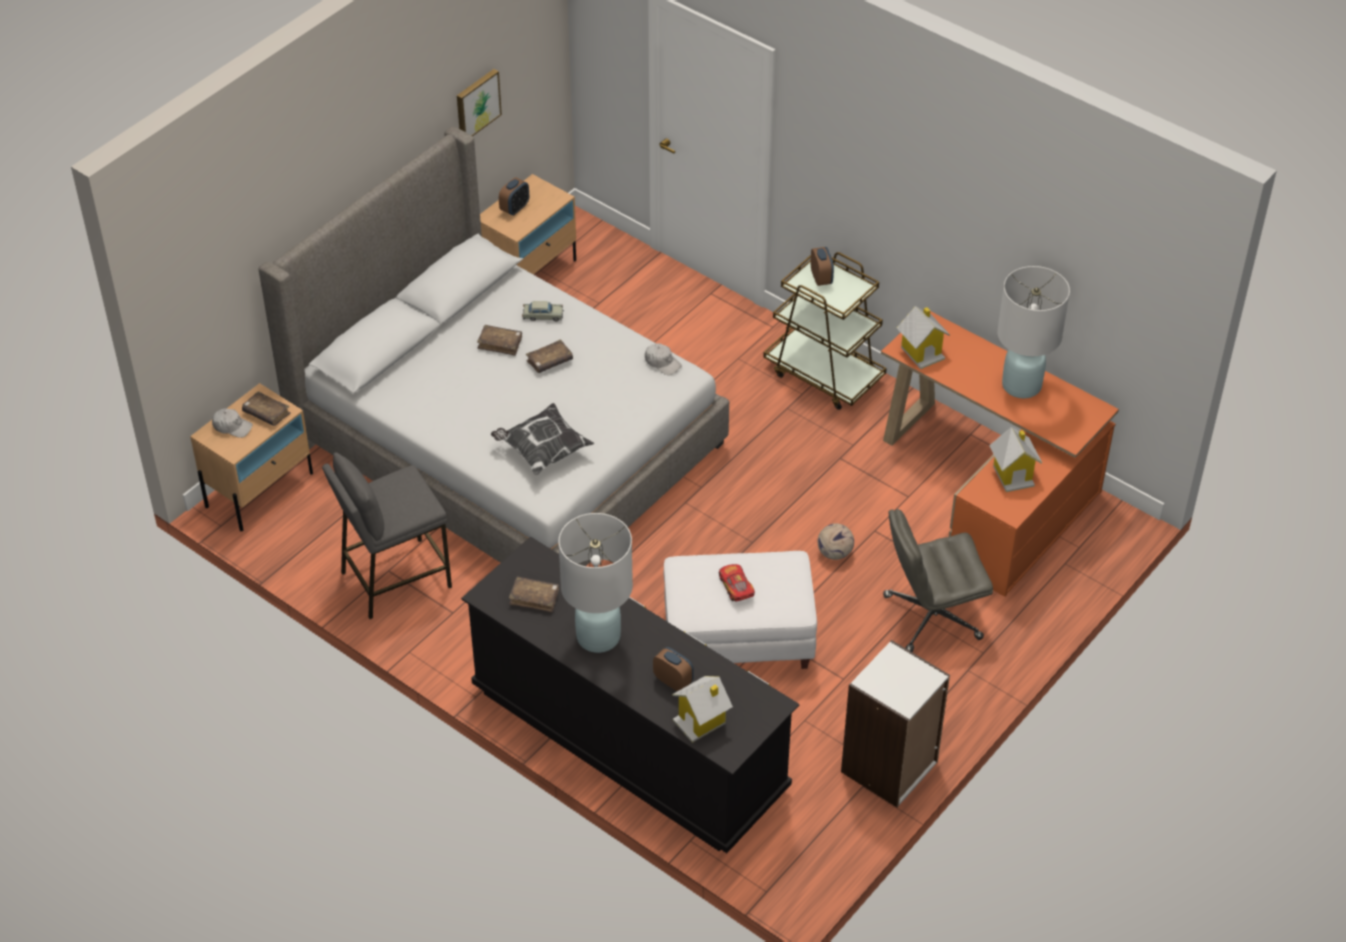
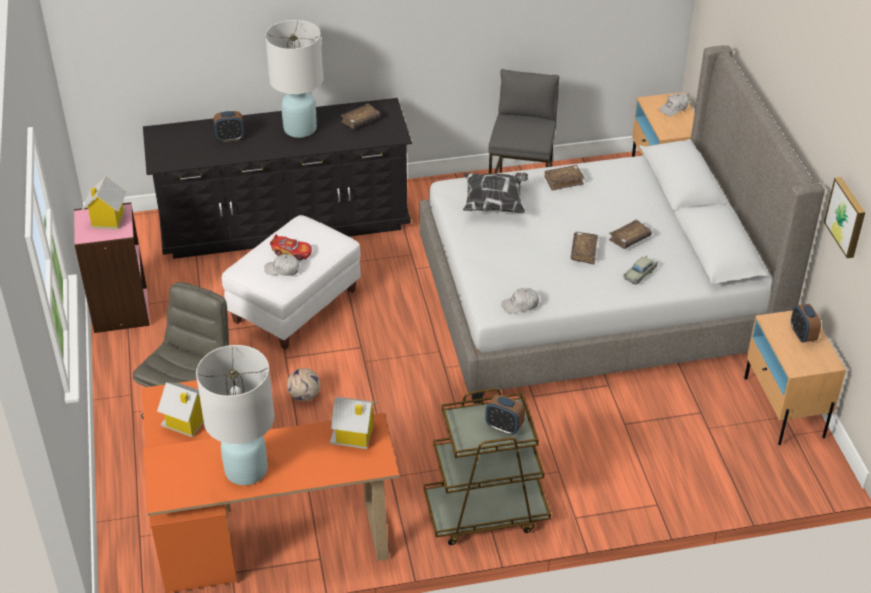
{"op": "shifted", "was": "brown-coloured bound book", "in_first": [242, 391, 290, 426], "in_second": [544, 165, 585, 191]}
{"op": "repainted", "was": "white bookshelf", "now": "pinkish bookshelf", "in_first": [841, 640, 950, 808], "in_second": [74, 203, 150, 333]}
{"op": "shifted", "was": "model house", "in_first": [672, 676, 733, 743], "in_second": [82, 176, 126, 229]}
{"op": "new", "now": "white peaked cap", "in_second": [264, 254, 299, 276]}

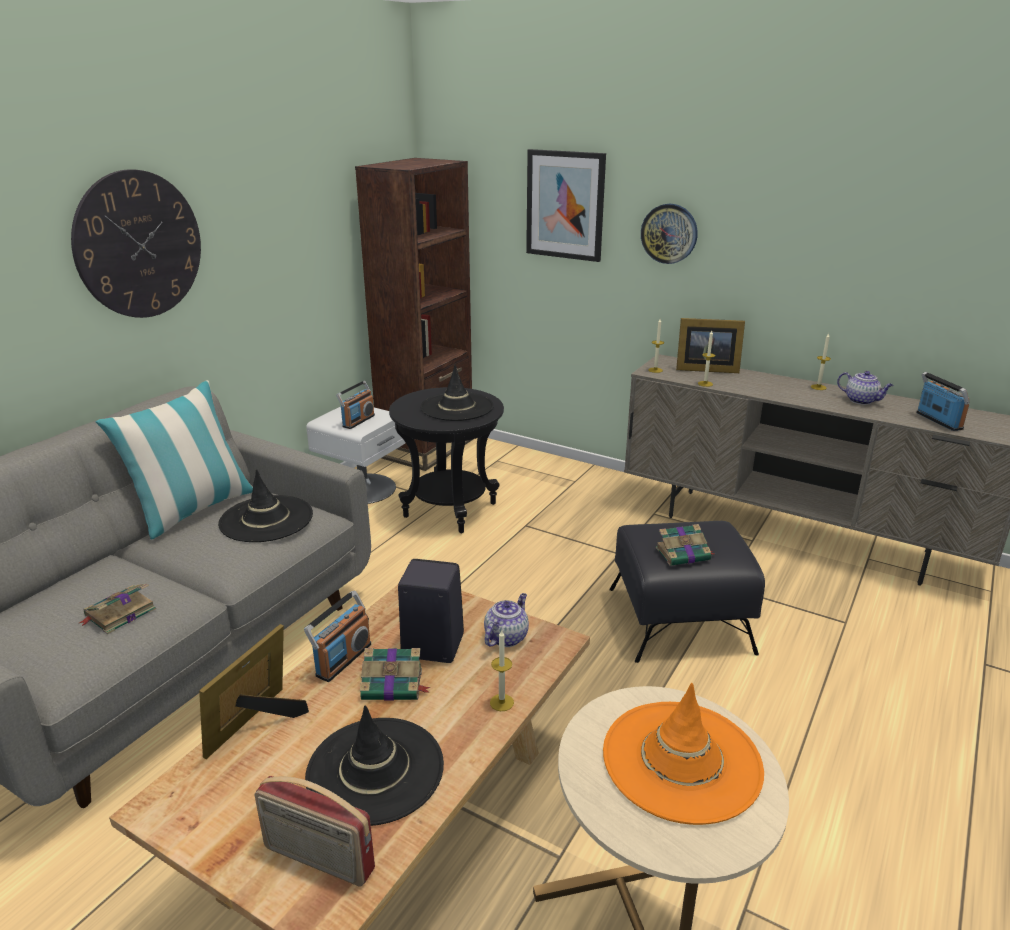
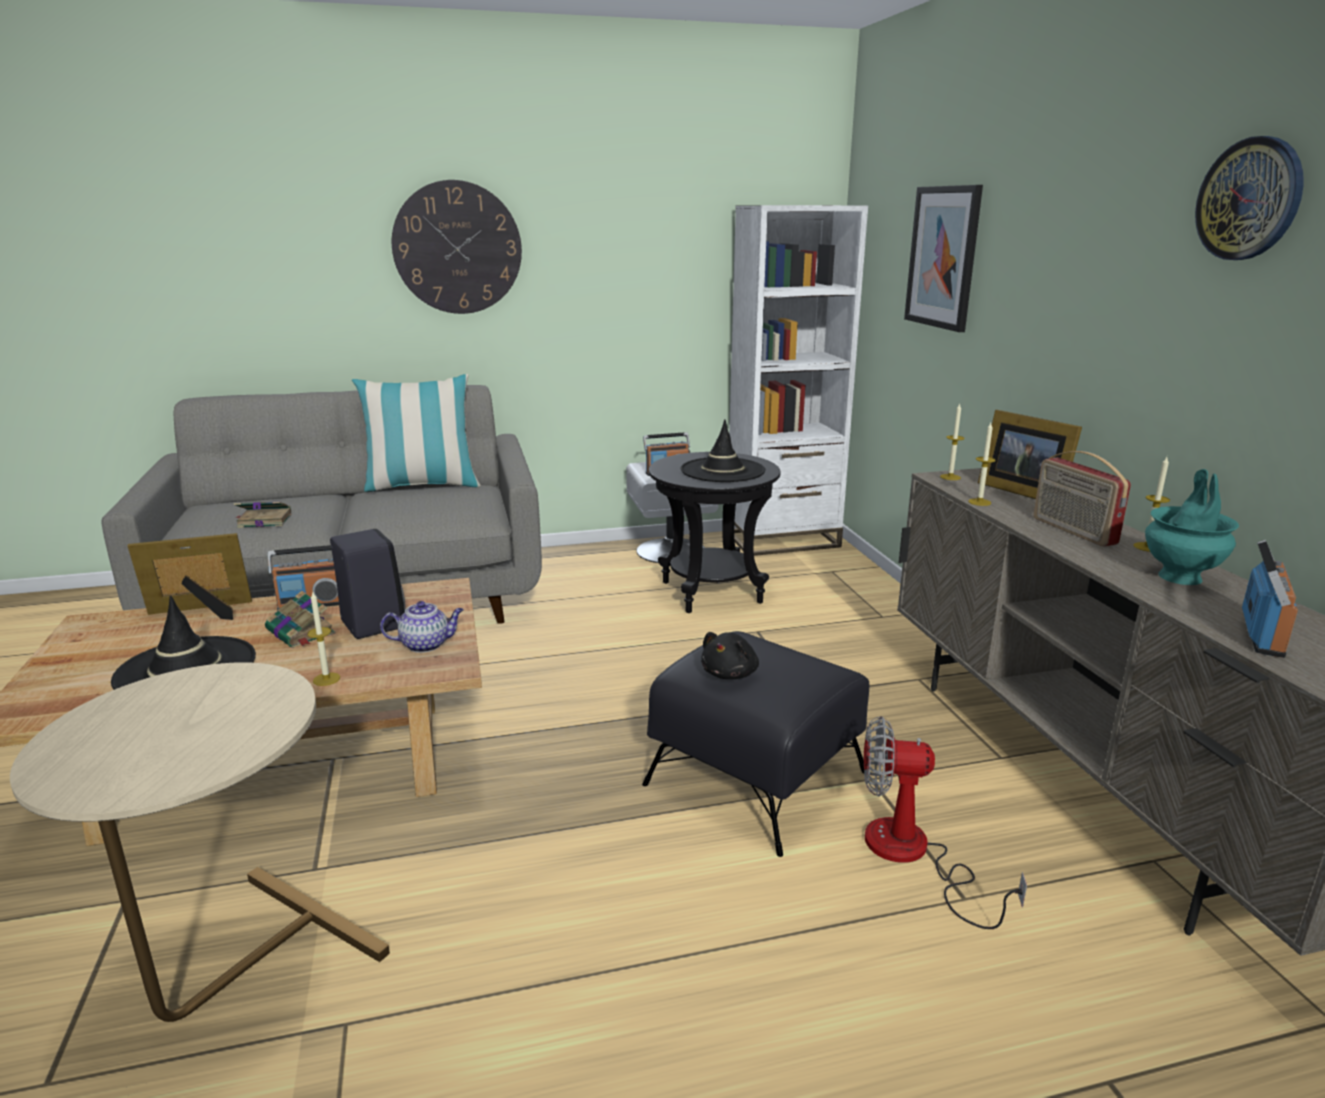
{"op": "repainted", "was": "brown-coloured bookshelf", "now": "white bookshelf", "in_first": [355, 158, 473, 471], "in_second": [729, 205, 868, 556]}
{"op": "shifted", "was": "clock on the wall", "in_first": [641, 204, 698, 264], "in_second": [1195, 136, 1304, 260]}
{"op": "swapped", "was": "teapot", "now": "turquoise-coloured vase", "in_first": [837, 371, 894, 405], "in_second": [1145, 469, 1239, 585]}
{"op": "gone", "was": "blackish wearable hat", "in_first": [218, 469, 313, 542]}
{"op": "swapped", "was": "bound book", "now": "blackish plush toy", "in_first": [656, 524, 714, 566], "in_second": [701, 632, 759, 679]}
{"op": "gone", "was": "orange wearable hat", "in_first": [603, 683, 764, 825]}
{"op": "shifted", "was": "radio", "in_first": [254, 776, 375, 887], "in_second": [1033, 451, 1131, 546]}
{"op": "new", "now": "fan", "in_second": [864, 716, 1027, 929]}

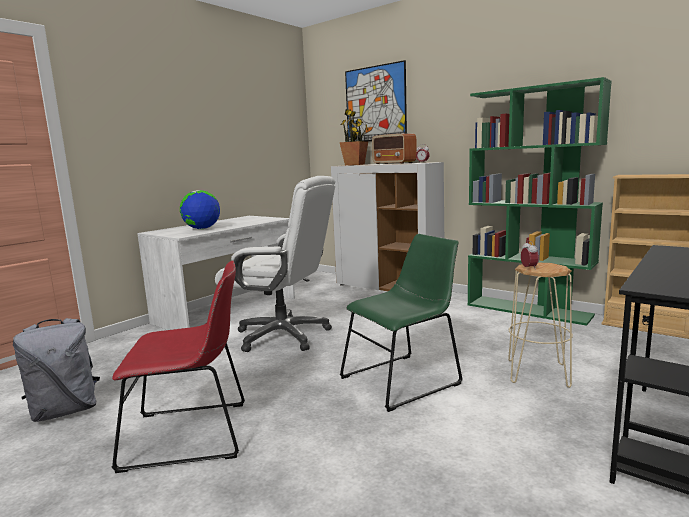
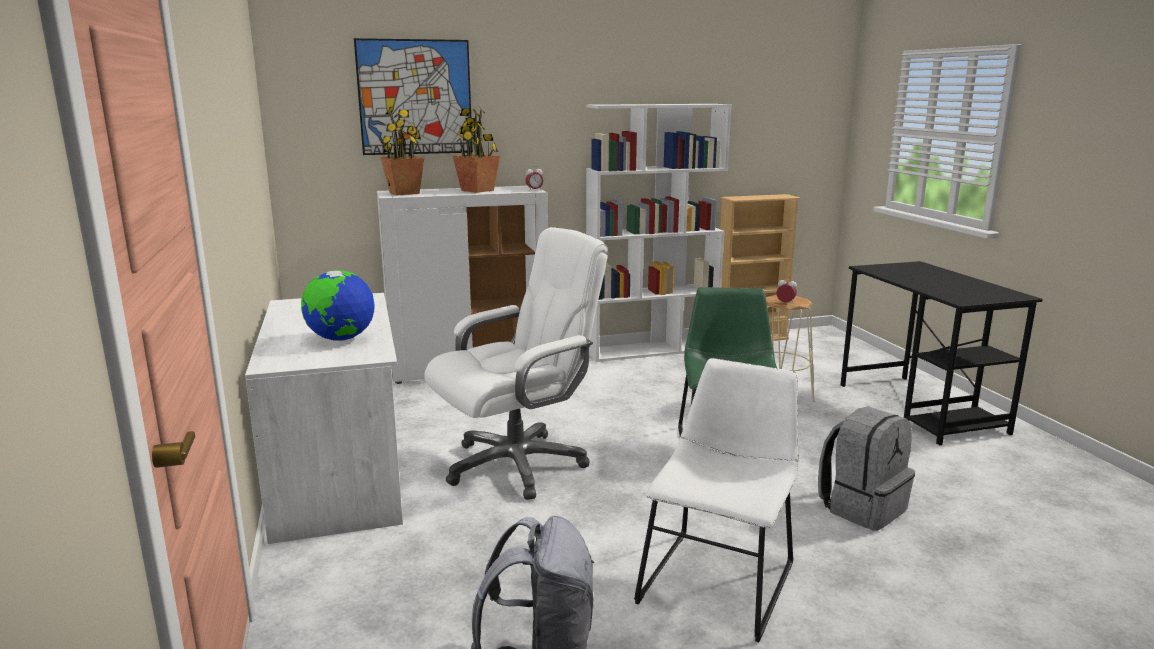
{"op": "repainted", "was": "green-coloured bookshelf", "now": "white bookshelf", "in_first": [468, 77, 612, 326], "in_second": [586, 104, 732, 362]}
{"op": "swapped", "was": "radio", "now": "plant in a pot", "in_first": [372, 134, 417, 164], "in_second": [453, 107, 500, 193]}
{"op": "repainted", "was": "red chair", "now": "white chair", "in_first": [112, 261, 245, 473], "in_second": [634, 358, 799, 642]}
{"op": "new", "now": "grey backpack", "in_second": [818, 406, 915, 531]}

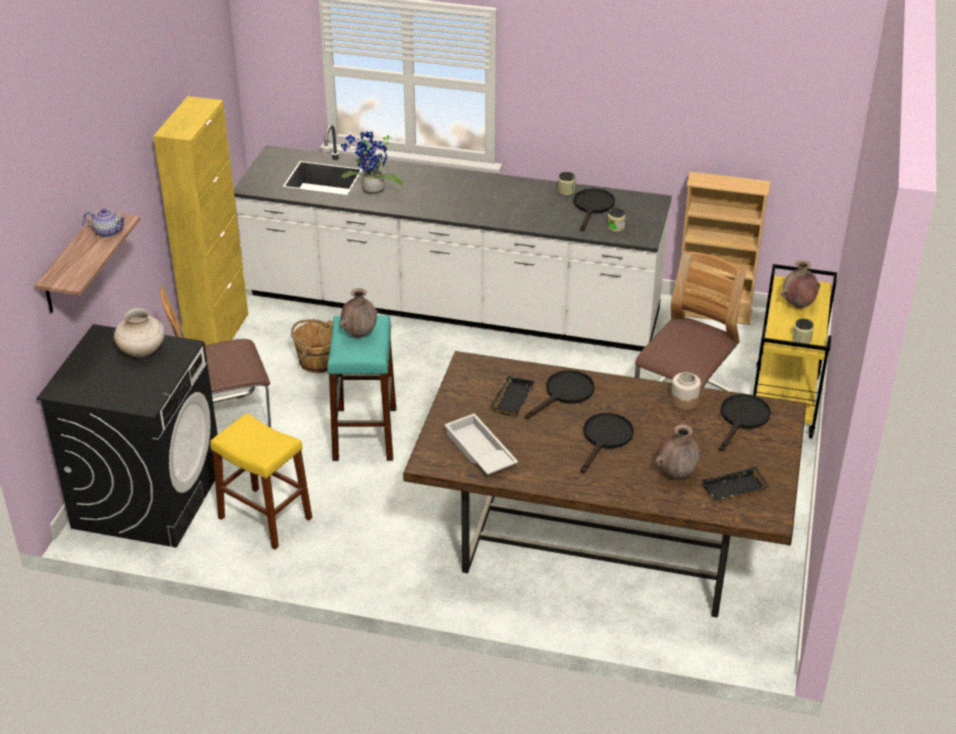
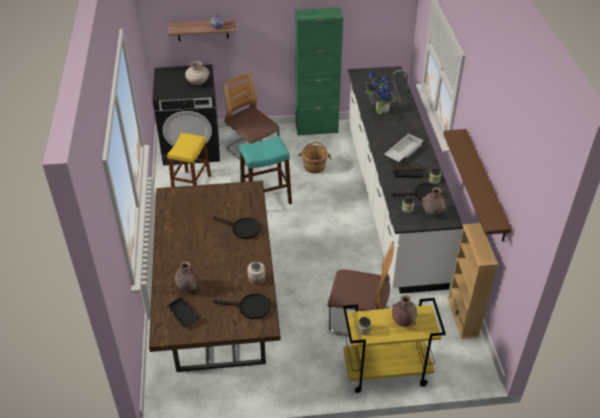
{"op": "repainted", "was": "yellow storage cabinet", "now": "green-coloured storage cabinet", "in_first": [153, 96, 248, 345], "in_second": [295, 7, 343, 136]}
{"op": "shifted", "was": "brown-coloured vase", "in_first": [339, 288, 378, 338], "in_second": [421, 187, 447, 216]}
{"op": "shifted", "was": "blackish tray", "in_first": [490, 376, 535, 417], "in_second": [392, 165, 424, 178]}
{"op": "shifted", "was": "white tray", "in_first": [444, 413, 518, 475], "in_second": [384, 134, 423, 162]}
{"op": "gone", "was": "blackish frying pan", "in_first": [581, 413, 634, 473]}
{"op": "new", "now": "brown-coloured shelf", "in_second": [444, 129, 512, 242]}

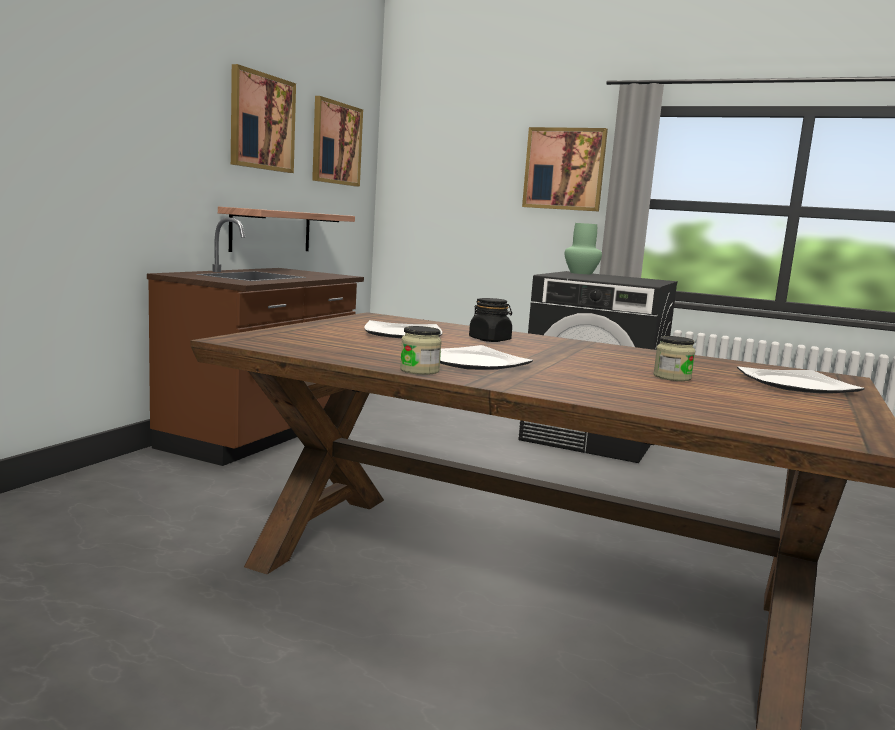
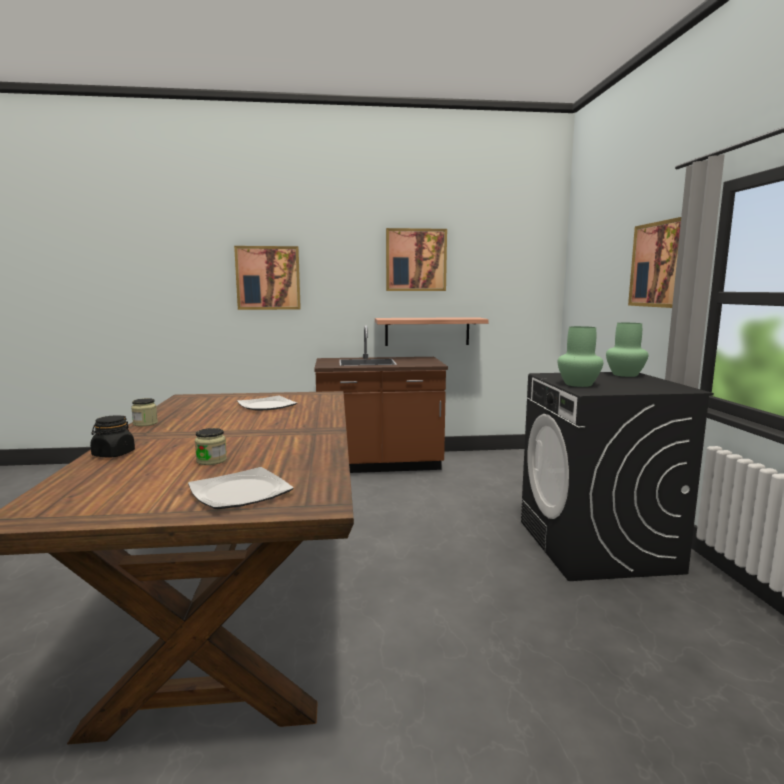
{"op": "shifted", "was": "wall art", "in_first": [312, 96, 363, 187], "in_second": [234, 246, 301, 310]}
{"op": "shifted", "was": "blackish storage jar", "in_first": [469, 298, 512, 342], "in_second": [90, 415, 135, 457]}
{"op": "gone", "was": "flat dish", "in_first": [440, 345, 533, 370]}
{"op": "new", "now": "green-coloured vase", "in_second": [558, 326, 603, 387]}

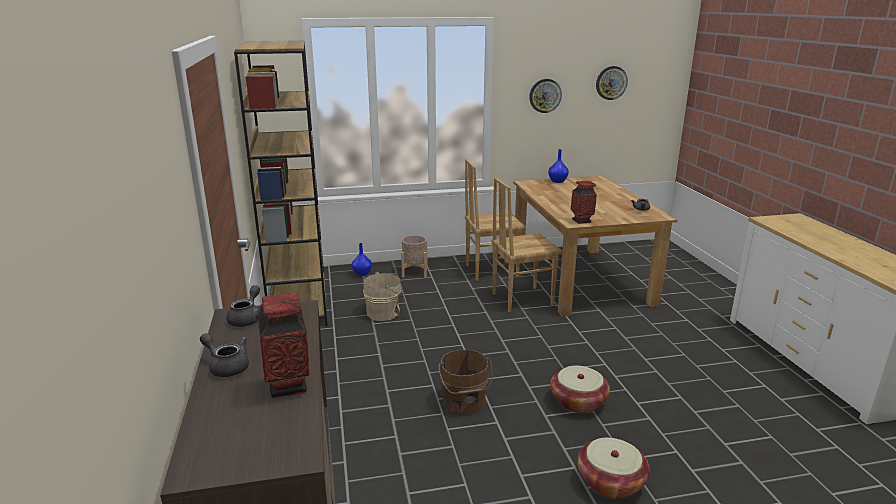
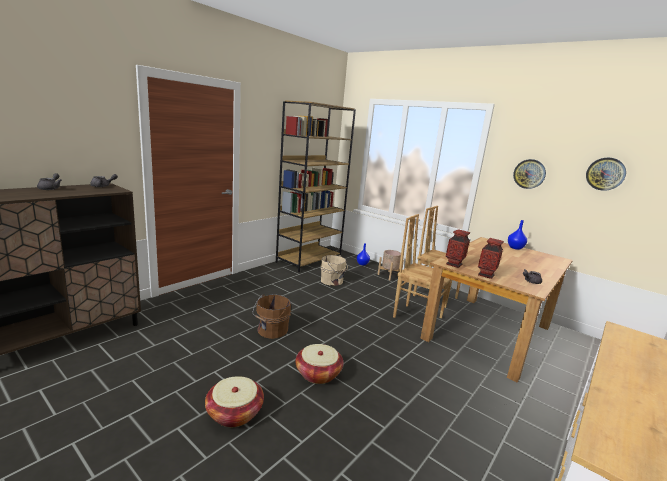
{"op": "shifted", "was": "vase", "in_first": [258, 293, 310, 398], "in_second": [478, 238, 504, 279]}

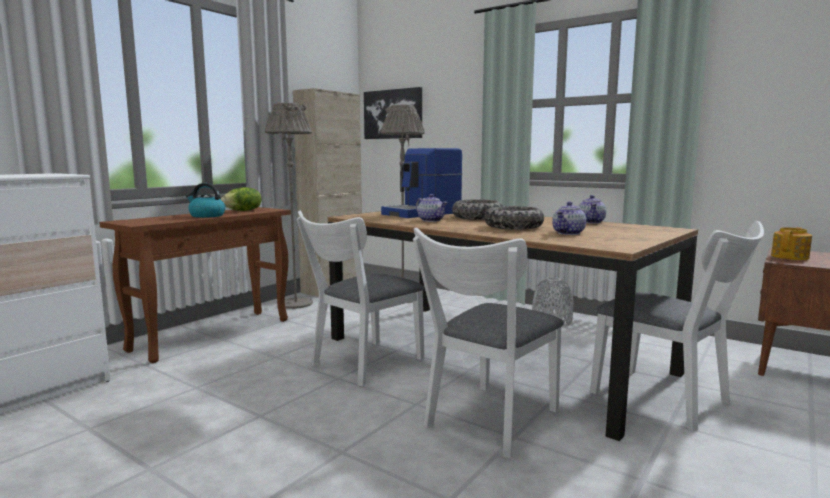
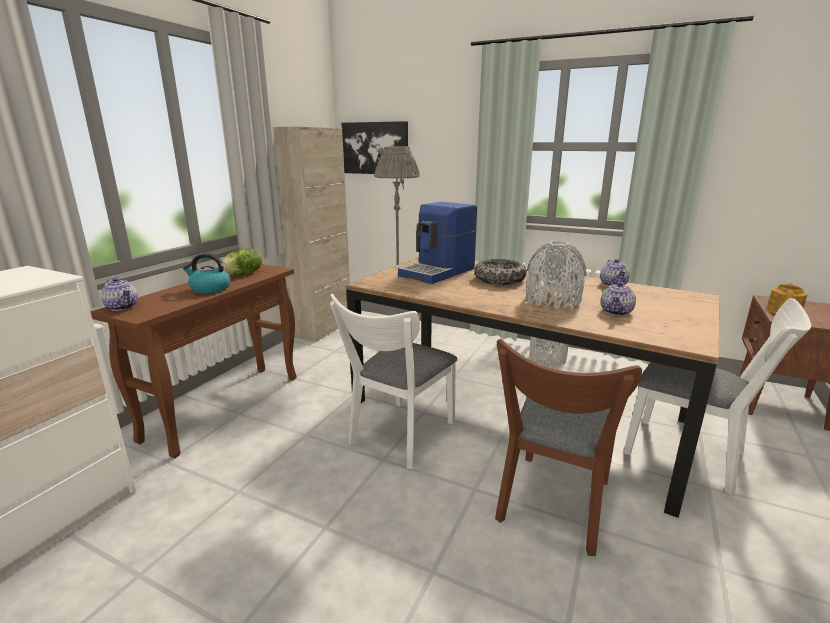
{"op": "gone", "was": "grey floor lamp", "in_first": [265, 103, 313, 309]}
{"op": "shifted", "was": "teapot", "in_first": [416, 194, 448, 222], "in_second": [100, 278, 138, 311]}
{"op": "swapped", "was": "bowl", "now": "grey vase", "in_first": [484, 206, 544, 230], "in_second": [526, 241, 587, 309]}
{"op": "repainted", "was": "white chair", "now": "brown-coloured chair", "in_first": [413, 228, 564, 458], "in_second": [495, 339, 642, 556]}

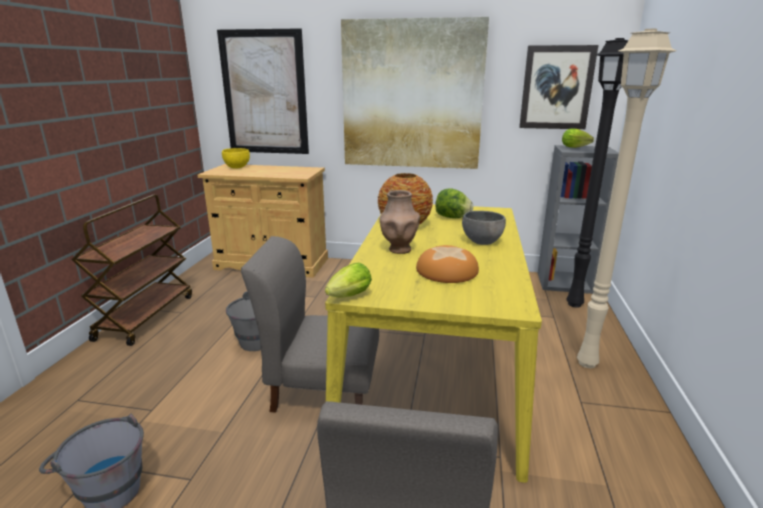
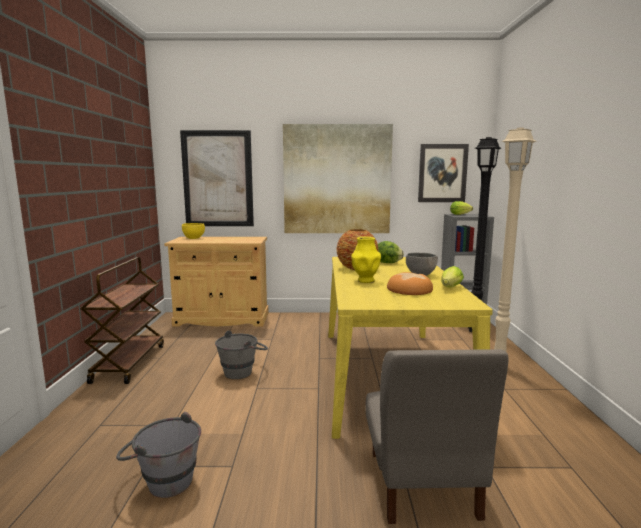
{"op": "repainted", "was": "brown-coloured vase", "now": "yellow vase", "in_first": [380, 190, 420, 254], "in_second": [351, 237, 381, 283]}
{"op": "gone", "was": "grey chair", "in_first": [241, 236, 379, 413]}
{"op": "shifted", "was": "head of lettuce", "in_first": [325, 262, 372, 298], "in_second": [441, 266, 464, 288]}

